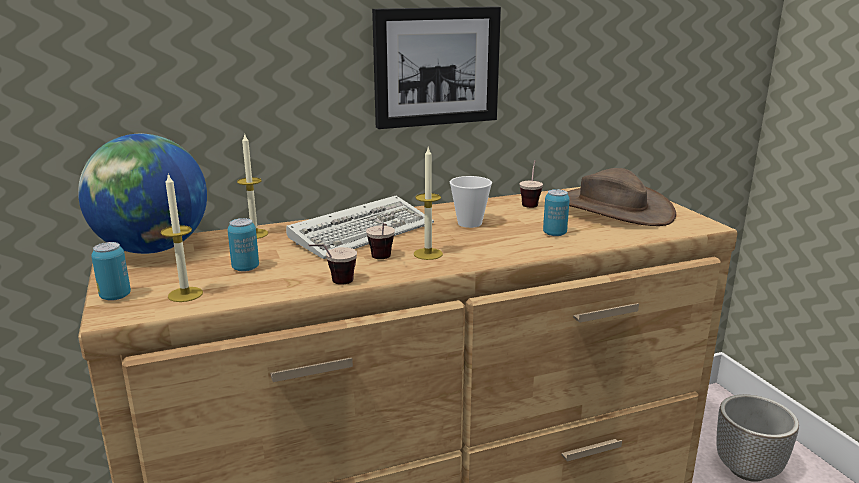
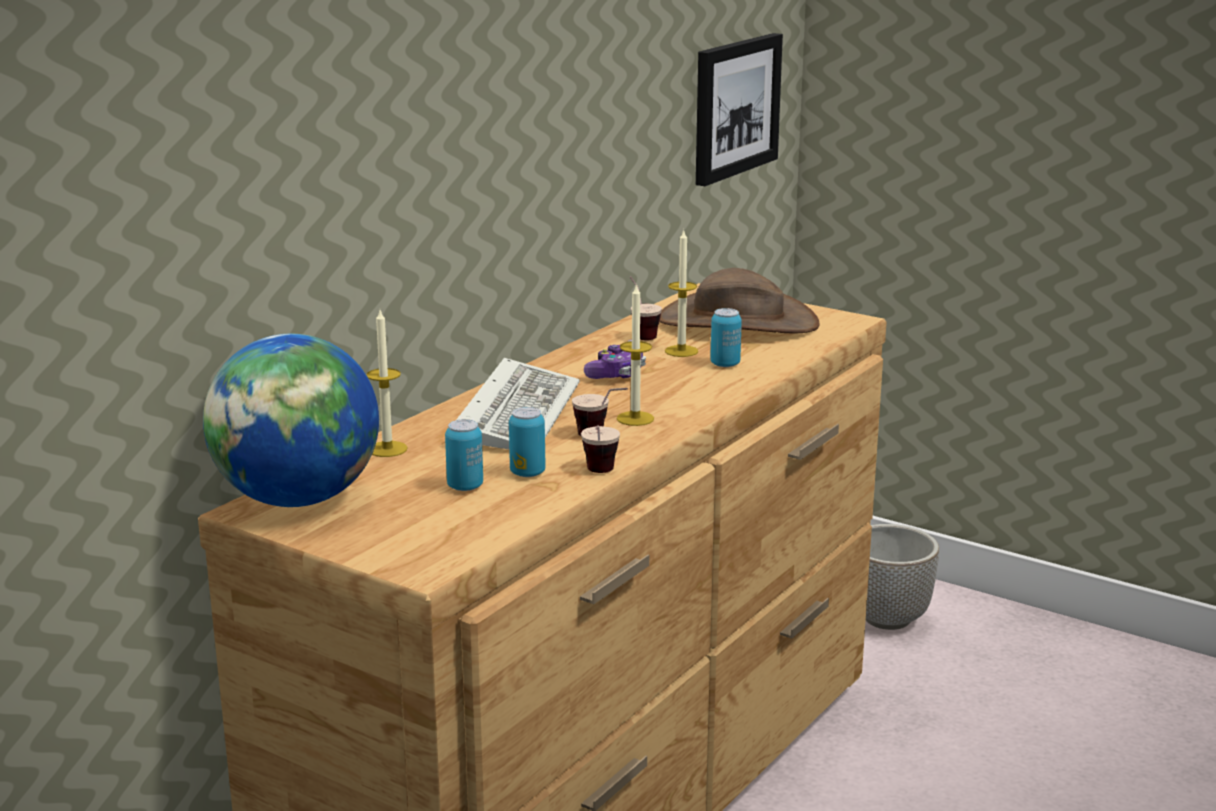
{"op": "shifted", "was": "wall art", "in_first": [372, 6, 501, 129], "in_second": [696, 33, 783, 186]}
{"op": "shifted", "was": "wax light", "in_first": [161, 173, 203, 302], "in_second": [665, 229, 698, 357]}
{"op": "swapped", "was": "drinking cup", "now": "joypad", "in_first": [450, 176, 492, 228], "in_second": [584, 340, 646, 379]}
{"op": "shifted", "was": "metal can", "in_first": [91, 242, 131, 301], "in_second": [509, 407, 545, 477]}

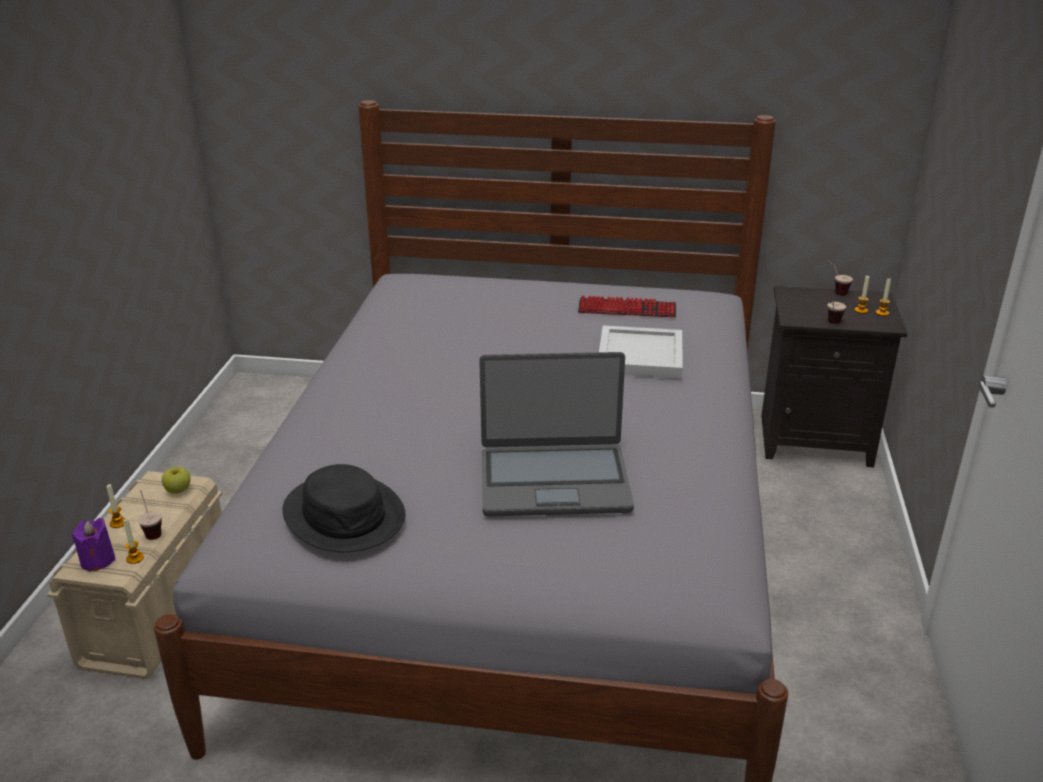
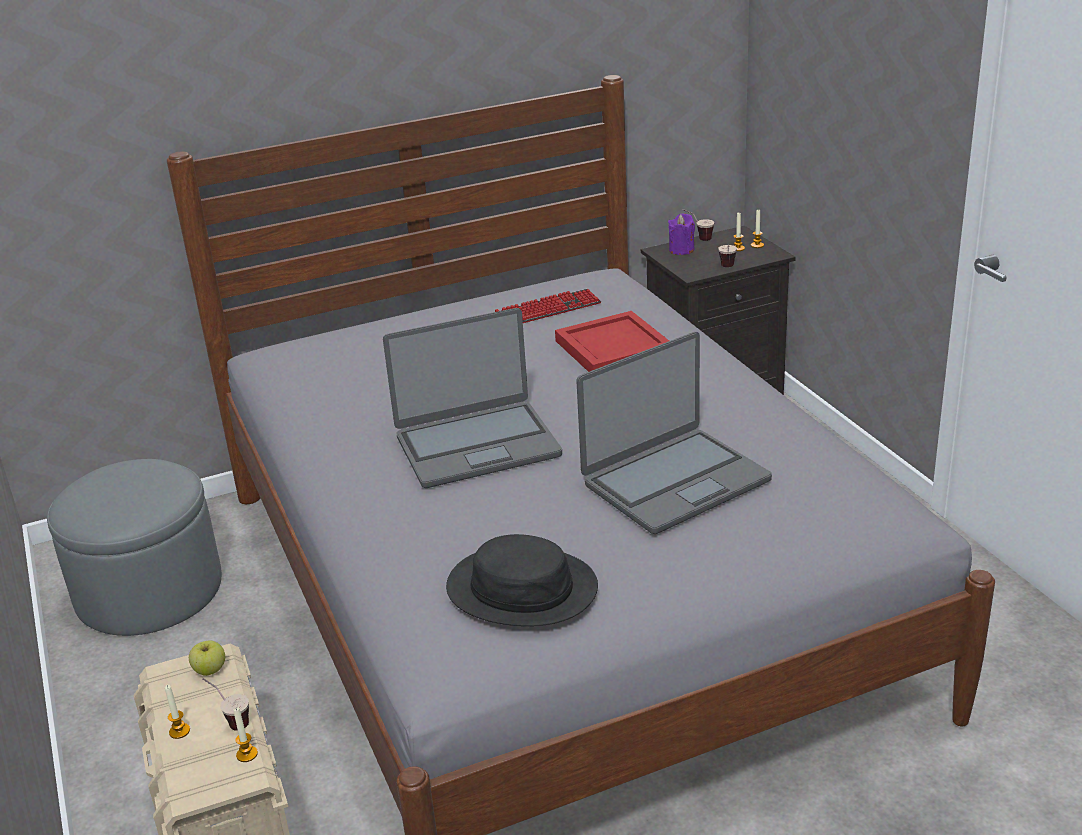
{"op": "repainted", "was": "white tray", "now": "red tray", "in_first": [599, 325, 683, 379], "in_second": [555, 311, 669, 372]}
{"op": "shifted", "was": "purple wax light", "in_first": [72, 518, 115, 572], "in_second": [668, 213, 695, 255]}
{"op": "new", "now": "laptop", "in_second": [383, 308, 562, 488]}
{"op": "new", "now": "grey pouffe", "in_second": [47, 459, 222, 636]}

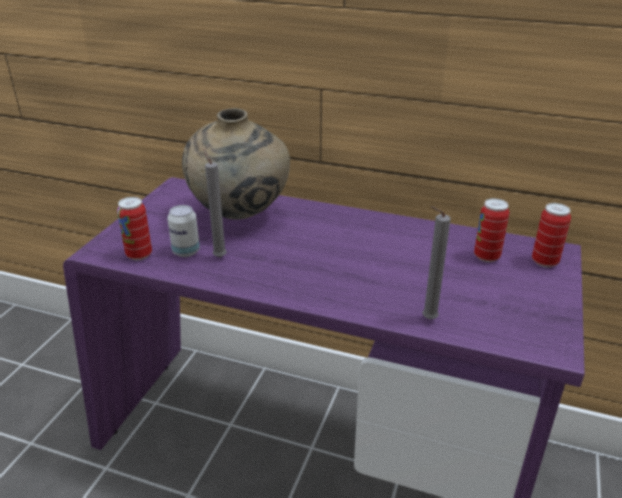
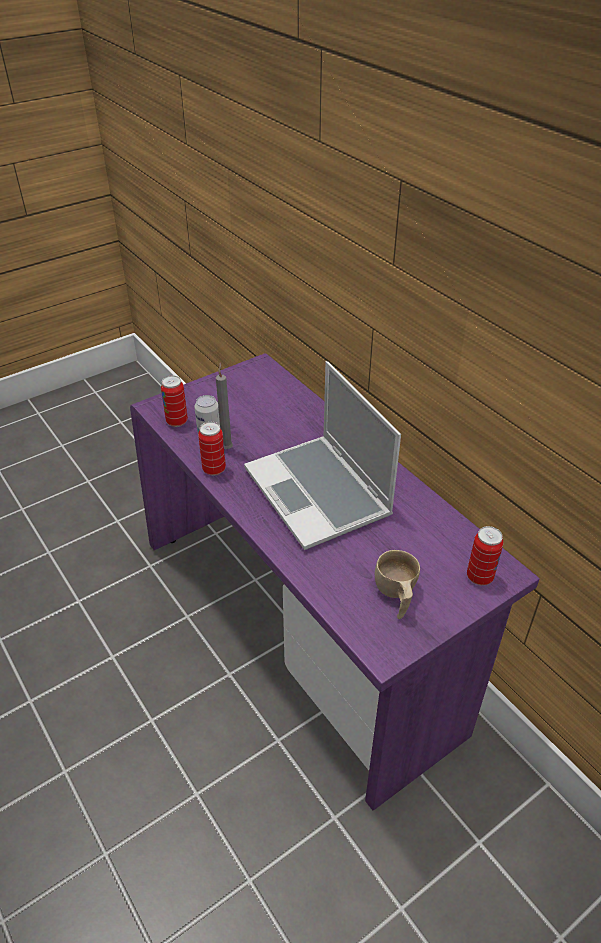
{"op": "gone", "was": "sand-coloured vase", "in_first": [182, 108, 290, 220]}
{"op": "shifted", "was": "metal can", "in_first": [474, 198, 509, 262], "in_second": [198, 422, 226, 476]}
{"op": "gone", "was": "grey wax light", "in_first": [422, 206, 451, 319]}
{"op": "new", "now": "laptop", "in_second": [244, 361, 401, 550]}
{"op": "new", "now": "sand-coloured drinking cup", "in_second": [375, 550, 420, 619]}

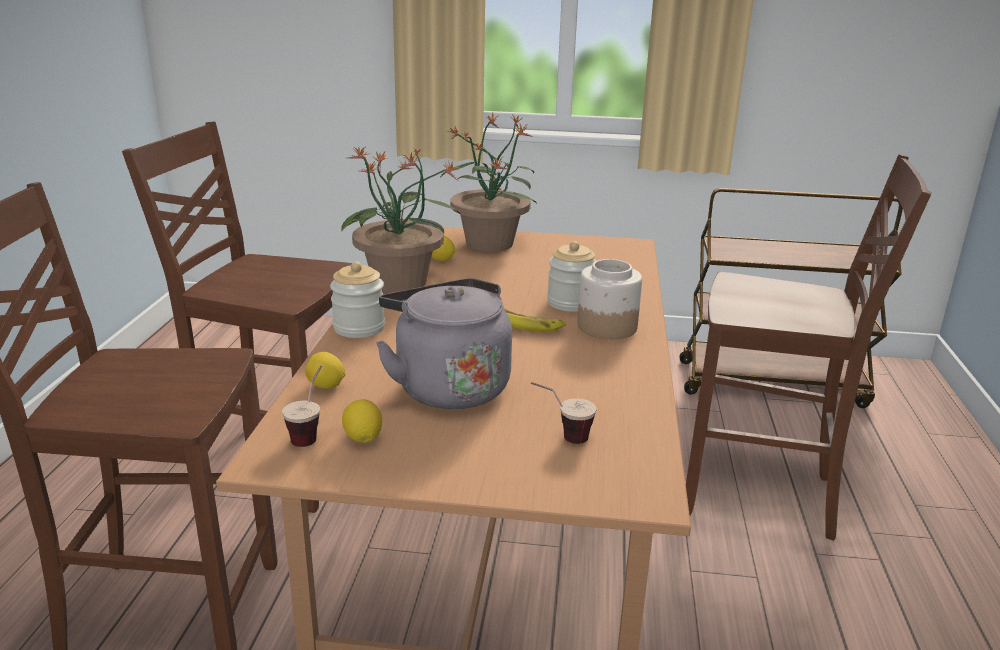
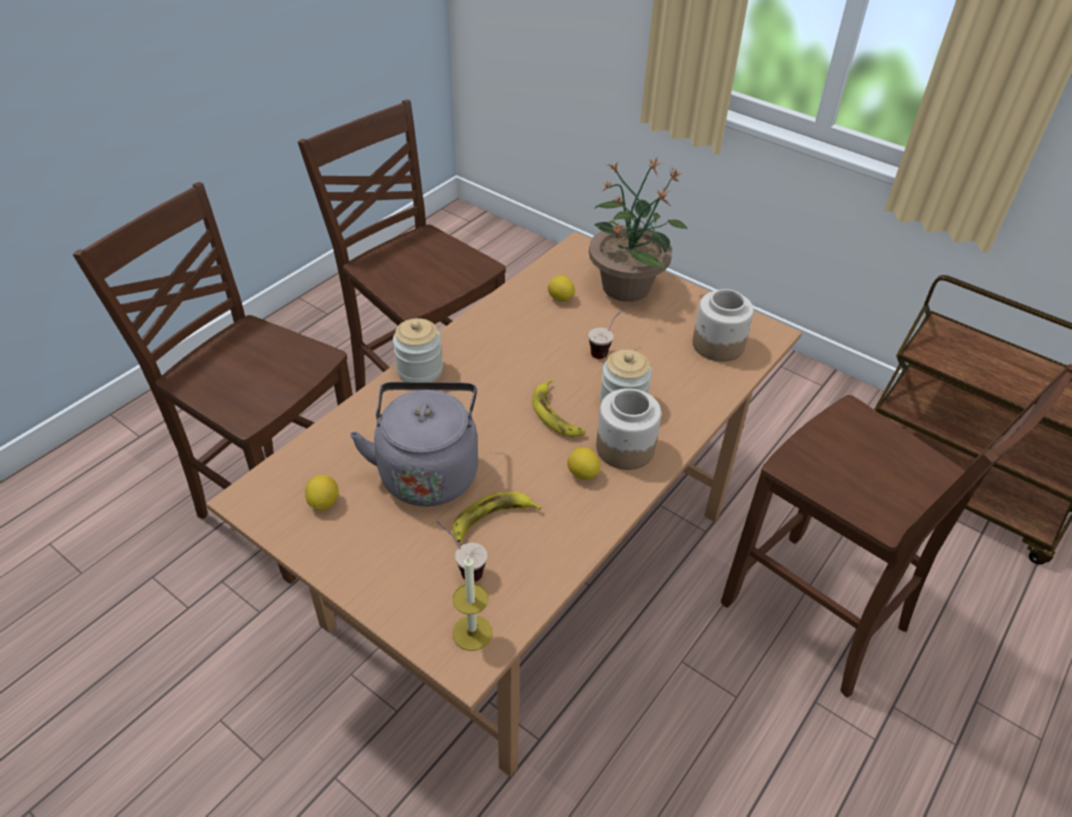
{"op": "gone", "was": "plant in a pot", "in_first": [342, 147, 461, 292]}
{"op": "shifted", "was": "lemon", "in_first": [305, 352, 345, 389], "in_second": [567, 447, 600, 480]}
{"op": "shifted", "was": "drinking cup", "in_first": [282, 365, 322, 447], "in_second": [589, 308, 625, 359]}
{"op": "new", "now": "storage jar", "in_second": [693, 289, 754, 362]}
{"op": "new", "now": "banana fruit", "in_second": [452, 492, 542, 542]}
{"op": "new", "now": "wax light", "in_second": [453, 556, 492, 651]}

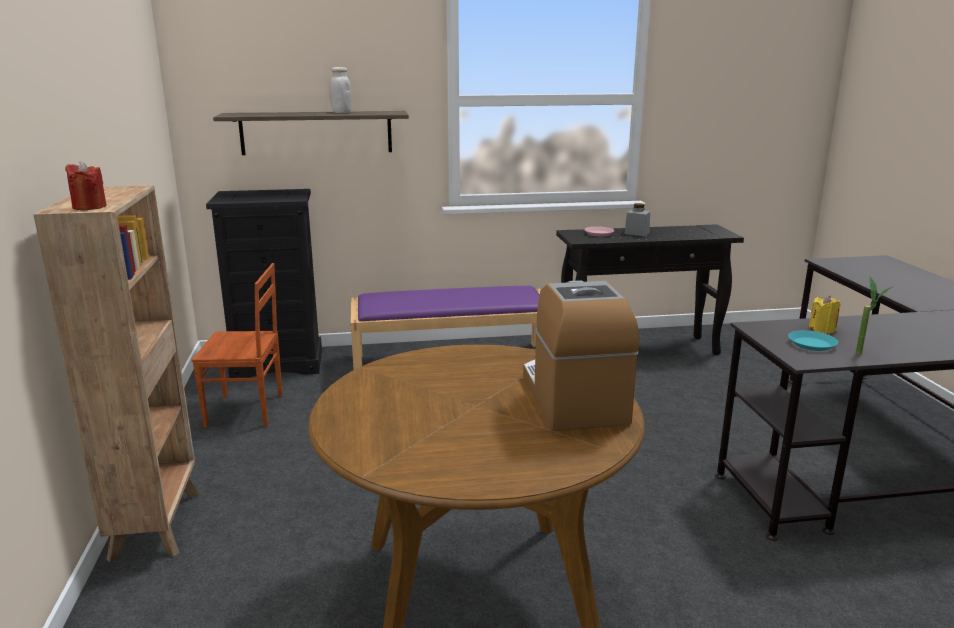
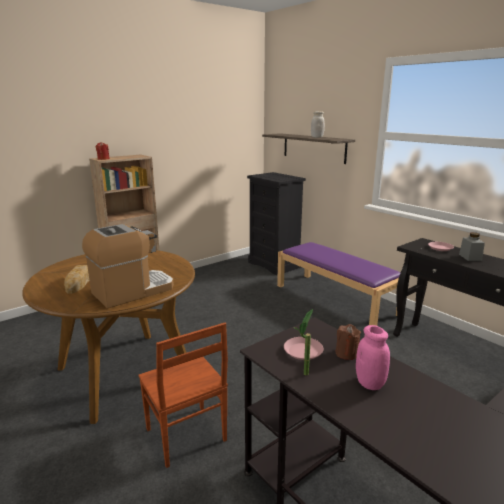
{"op": "shifted", "was": "brown-coloured chair", "in_first": [192, 263, 283, 428], "in_second": [138, 323, 228, 468]}
{"op": "repainted", "was": "yellow wax light", "now": "brown-coloured wax light", "in_first": [809, 295, 841, 334], "in_second": [335, 324, 361, 360]}
{"op": "repainted", "was": "turquoise-coloured flat dish", "now": "pinkish flat dish", "in_first": [788, 330, 838, 351], "in_second": [284, 337, 323, 360]}
{"op": "new", "now": "bakery bread", "in_second": [64, 265, 89, 293]}
{"op": "new", "now": "pinkish storage jar", "in_second": [356, 325, 390, 390]}

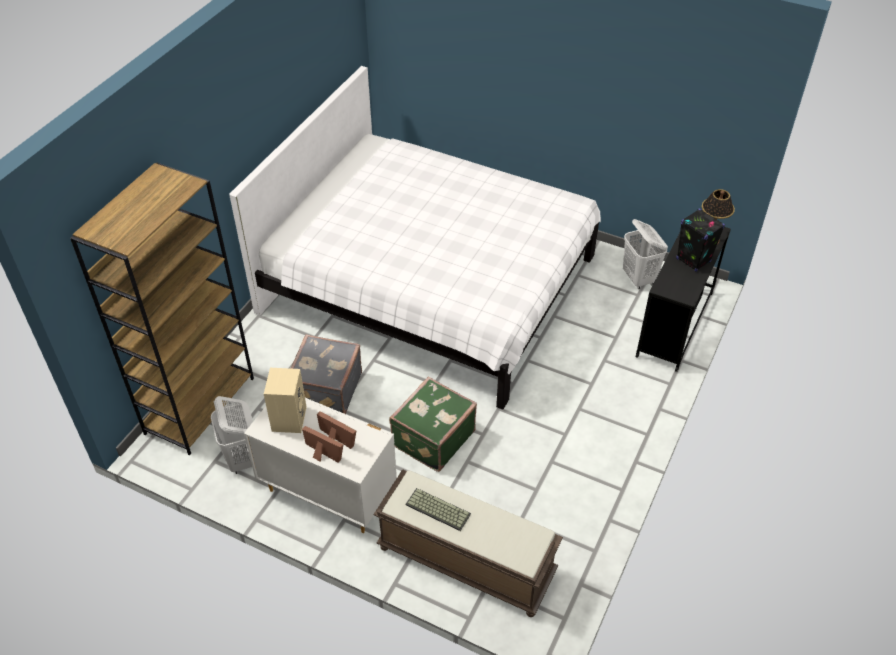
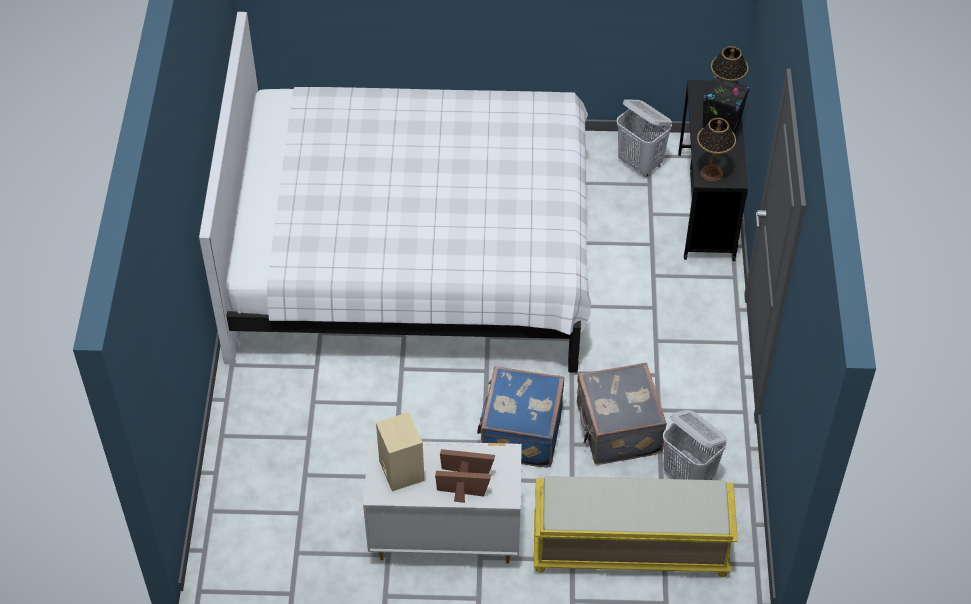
{"op": "gone", "was": "brown-coloured bookshelf", "in_first": [70, 163, 254, 455]}
{"op": "shifted", "was": "grey piece of luggage", "in_first": [290, 334, 362, 414], "in_second": [577, 363, 667, 465]}
{"op": "repainted", "was": "green-coloured piece of luggage", "now": "blue piece of luggage", "in_first": [389, 377, 477, 472], "in_second": [477, 366, 564, 468]}
{"op": "shifted", "was": "white washing basket", "in_first": [211, 396, 253, 474], "in_second": [663, 410, 727, 480]}
{"op": "repainted", "was": "brown-coloured indoor bench", "now": "yellow indoor bench", "in_first": [373, 469, 563, 617], "in_second": [534, 476, 738, 577]}
{"op": "gone", "was": "PC keyboard", "in_first": [405, 488, 471, 531]}
{"op": "new", "now": "lamp for a table", "in_second": [697, 118, 736, 182]}

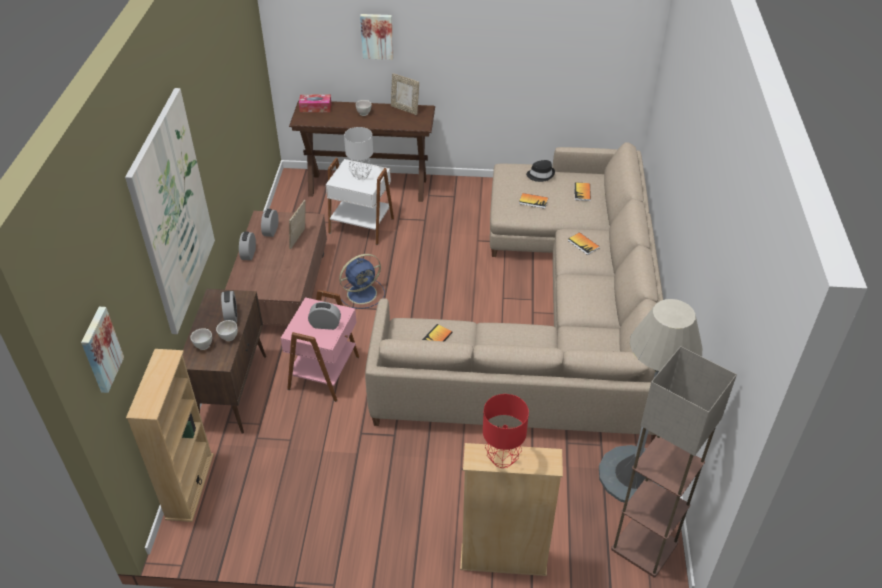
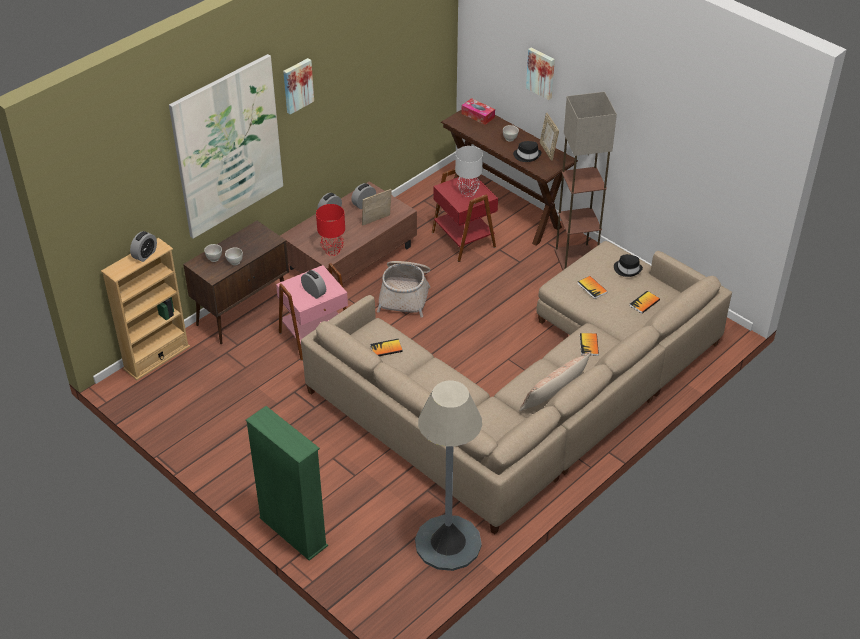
{"op": "repainted", "was": "white side table", "now": "red side table", "in_first": [326, 158, 394, 245], "in_second": [432, 169, 498, 262]}
{"op": "swapped", "was": "blue fan", "now": "basket", "in_first": [339, 254, 385, 309], "in_second": [377, 261, 430, 317]}
{"op": "shifted", "was": "bedside clock", "in_first": [221, 291, 237, 323], "in_second": [130, 231, 157, 262]}
{"op": "shifted", "was": "wall art", "in_first": [81, 307, 124, 393], "in_second": [283, 58, 314, 115]}
{"op": "shifted", "was": "floor lamp", "in_first": [611, 346, 737, 577], "in_second": [554, 92, 617, 270]}
{"op": "shifted", "was": "red lamp for a table", "in_first": [483, 394, 529, 468], "in_second": [316, 204, 345, 256]}
{"op": "repainted", "was": "sand-coloured bookshelf", "now": "green-coloured bookshelf", "in_first": [460, 443, 563, 576], "in_second": [246, 406, 328, 561]}
{"op": "new", "now": "blackish wearable hat", "in_second": [513, 141, 541, 162]}
{"op": "new", "now": "throw pillow", "in_second": [519, 352, 591, 411]}

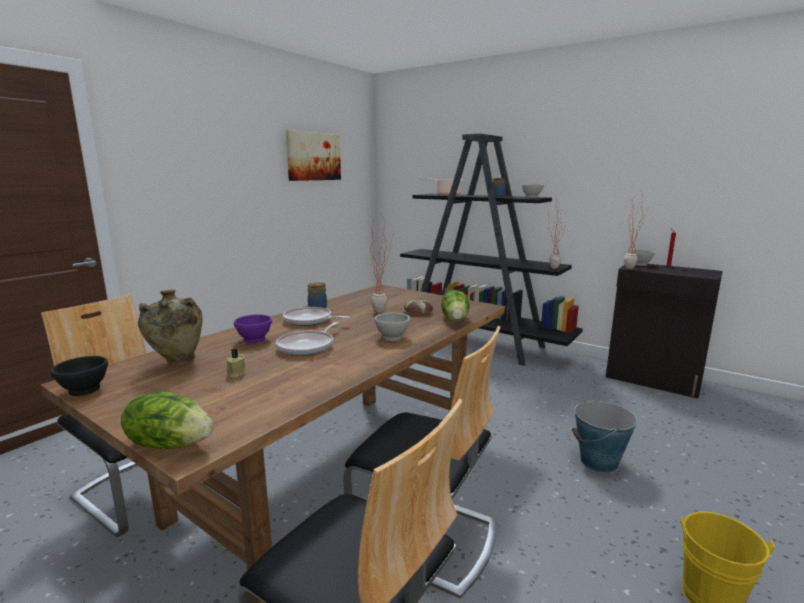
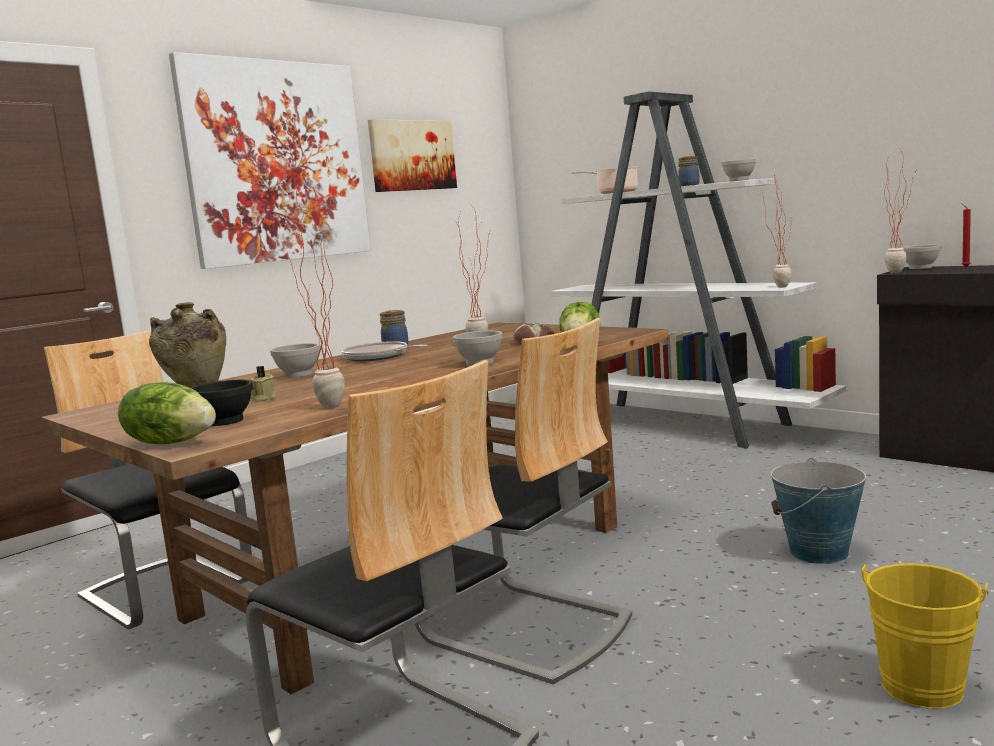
{"op": "repainted", "was": "blackish bookshelf", "now": "white bookshelf", "in_first": [400, 134, 583, 366], "in_second": [550, 91, 846, 449]}
{"op": "repainted", "was": "purple bowl", "now": "white bowl", "in_first": [234, 314, 272, 343], "in_second": [270, 343, 320, 378]}
{"op": "gone", "was": "frying pan", "in_first": [276, 322, 339, 356]}
{"op": "shifted", "was": "blackish bowl", "in_first": [51, 356, 108, 396], "in_second": [191, 380, 253, 426]}
{"op": "new", "now": "wall art", "in_second": [169, 52, 371, 269]}
{"op": "new", "now": "plant in a pot", "in_second": [285, 211, 345, 409]}

